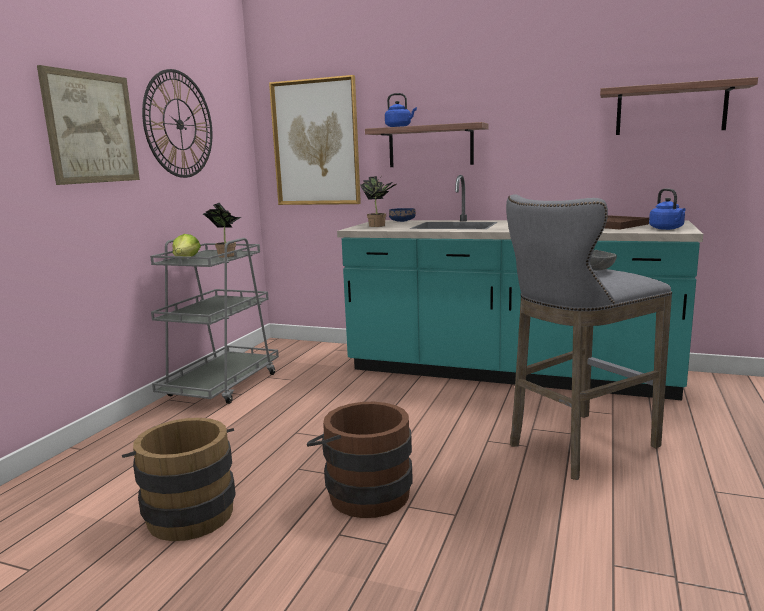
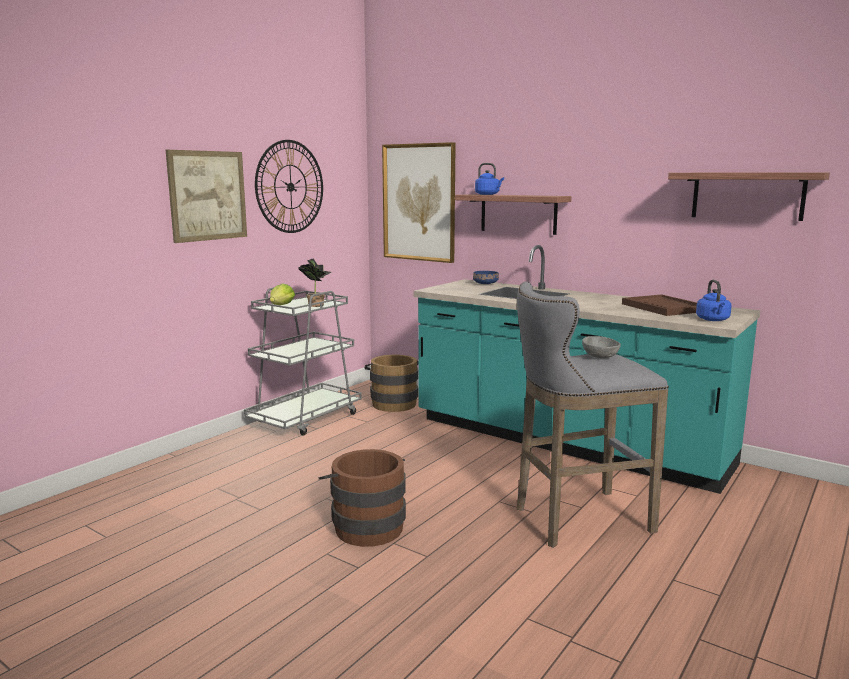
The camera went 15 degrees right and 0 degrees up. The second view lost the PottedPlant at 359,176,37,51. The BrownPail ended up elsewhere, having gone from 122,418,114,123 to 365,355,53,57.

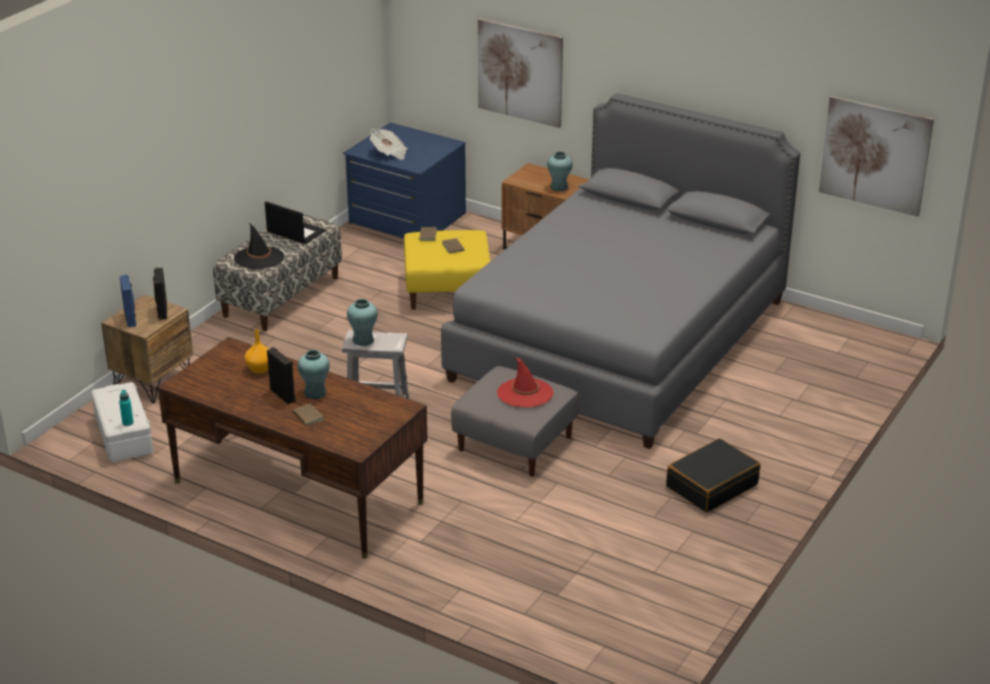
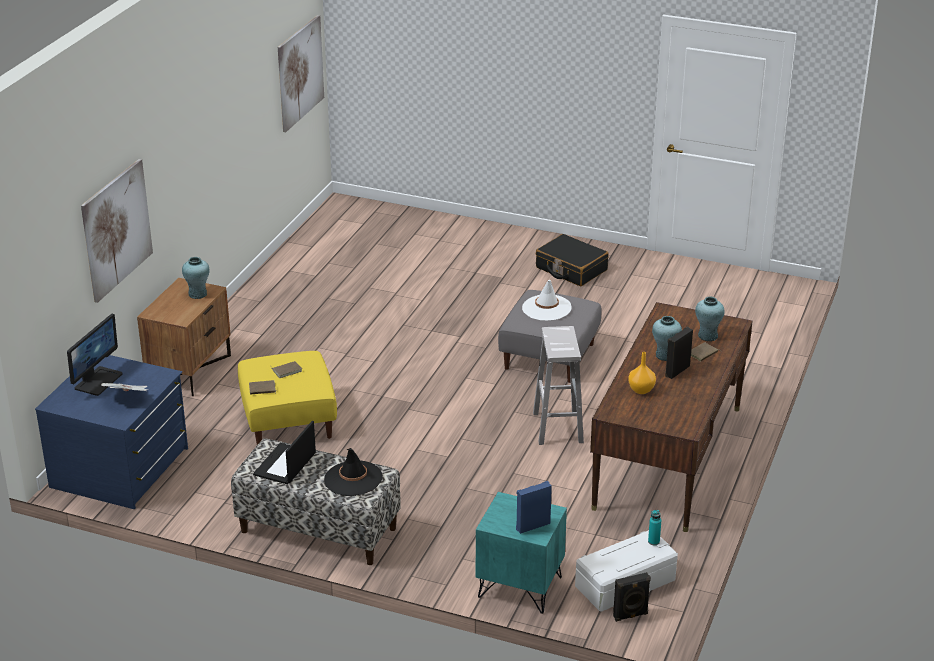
The camera went 100 degrees left and 0 degrees up. The second view lost the GreyishSleepingBed at 441,93,359,356. The BlackColouredSpeaker ended up elsewhere, having gone from 153,268,14,52 to 613,572,38,50. What was the BrownNightstand at 101,294,92,109 turned into the TurquoiseNightstand at 476,492,91,122. The TurquoiseVase ended up elsewhere, having gone from 347,299,31,47 to 695,297,30,44. What was the RedColouredClothingHat at 497,357,57,51 turned into the WhitishClothingHat at 522,280,50,41. The second view gained the ComputerDisplay at 67,314,56,82.

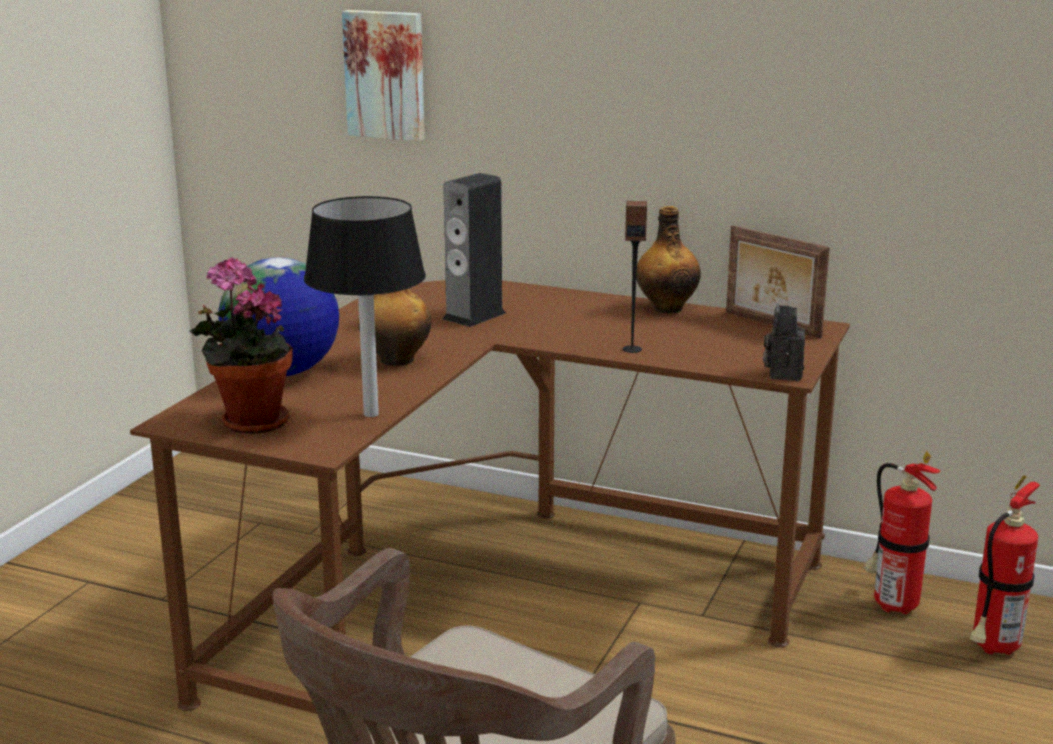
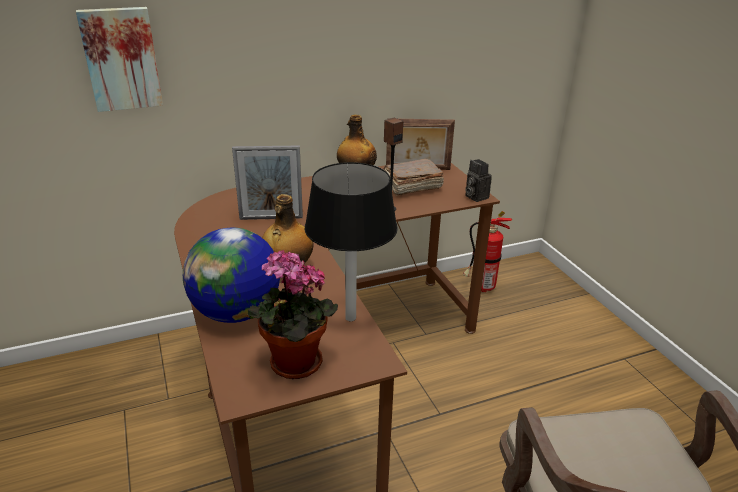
The camera went 45 degrees left and 10 degrees up. Where the Speaker stood at 443,173,63,154, the StandingFrame came to stand at 232,146,71,74. The second view lost the FireExtinguisher at 970,475,70,180. The second view gained the BrownBook at 383,159,61,37.

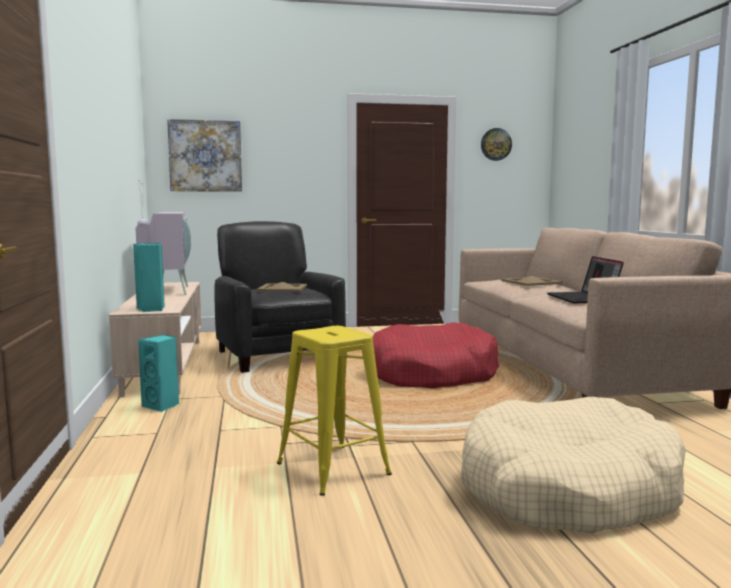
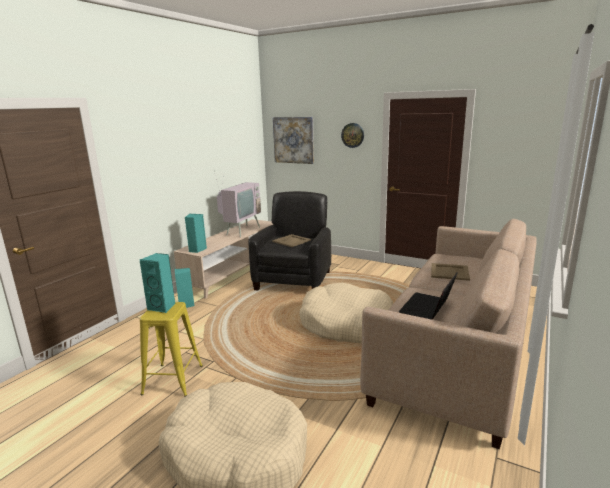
The camera went 40 degrees right and 10 degrees up. The WallClock ended up elsewhere, having gone from 481,128,31,33 to 341,123,23,25. What was the RedColouredPetBed at 373,322,126,66 turned into the BeigeColouredPetBed at 299,283,94,61. The second view gained the TurquoiseSpeaker at 140,253,35,60.

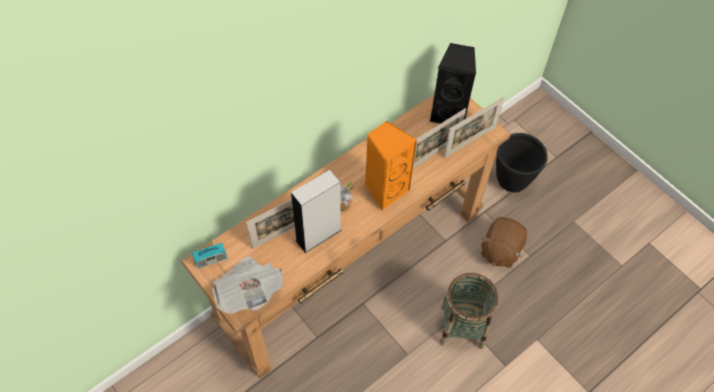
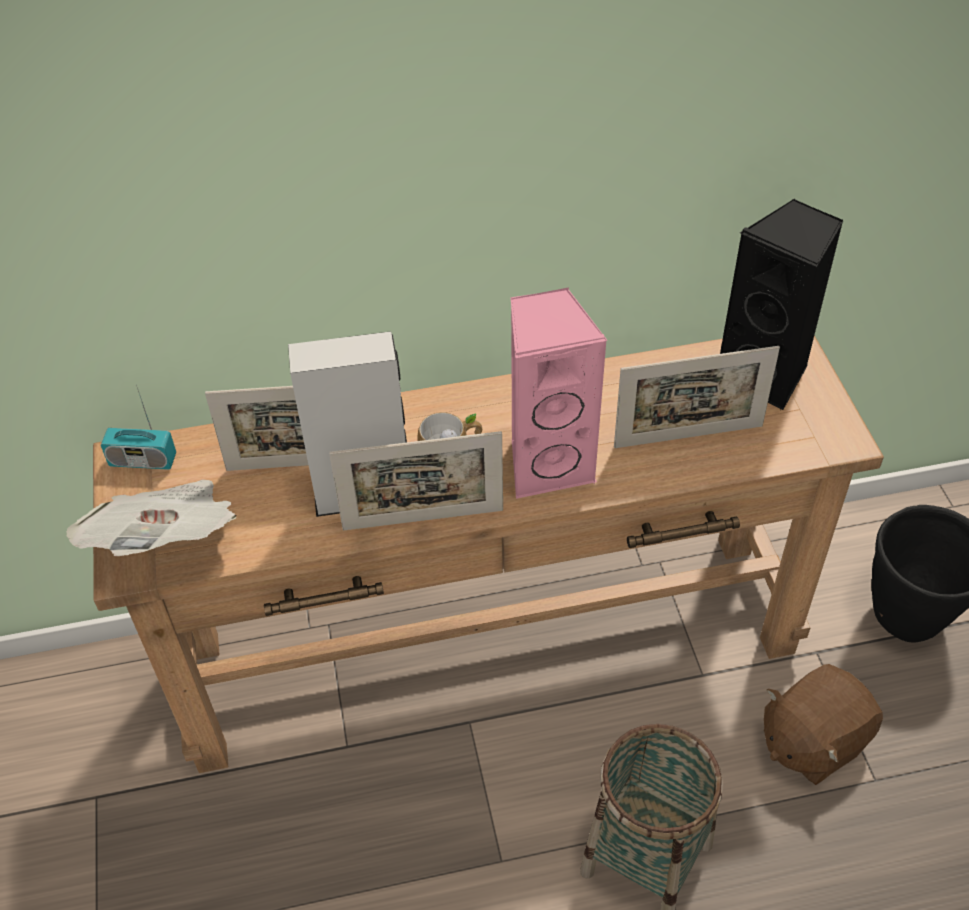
The camera went 30 degrees right and 10 degrees down. The StandingFrame ended up elsewhere, having gone from 444,97,61,61 to 329,431,174,99. What was the OrangeColouredSpeaker at 365,121,52,90 turned into the PinkColouredSpeaker at 510,287,98,212.

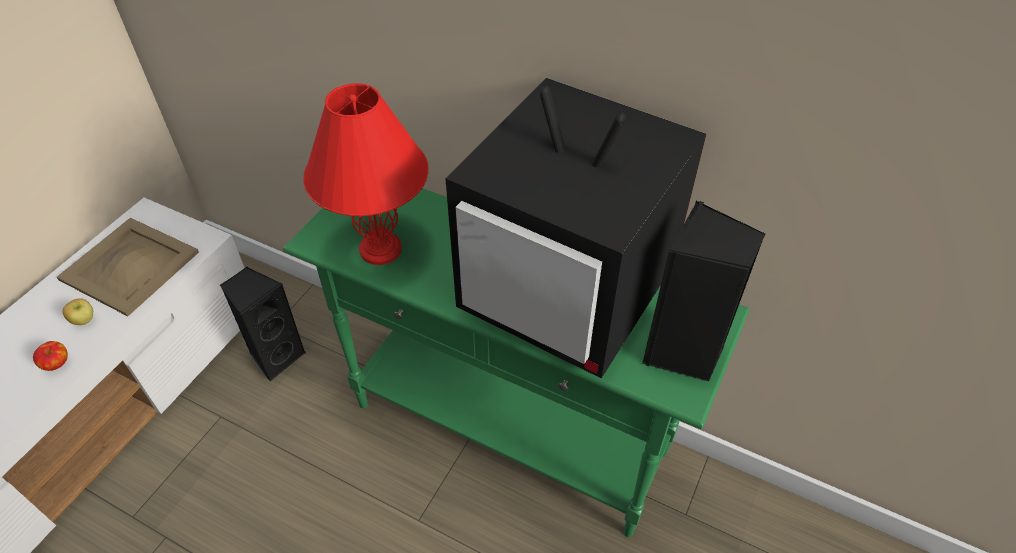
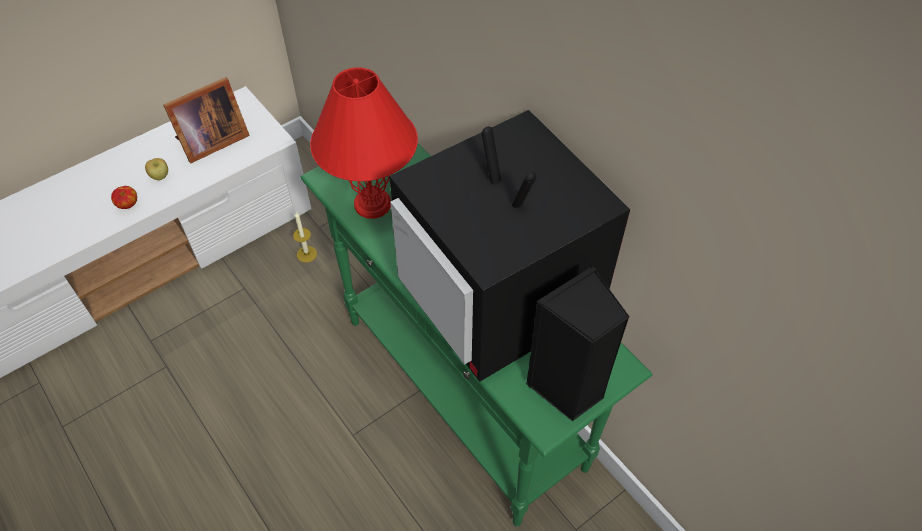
The camera went 25 degrees right and 5 degrees up. Where the BeigeColouredCarryingTray stood at 57,218,142,98, the StandingFrame came to stand at 163,77,87,86. Where the BlackColouredSpeaker stood at 220,267,86,114, the Candle came to stand at 293,212,24,51.

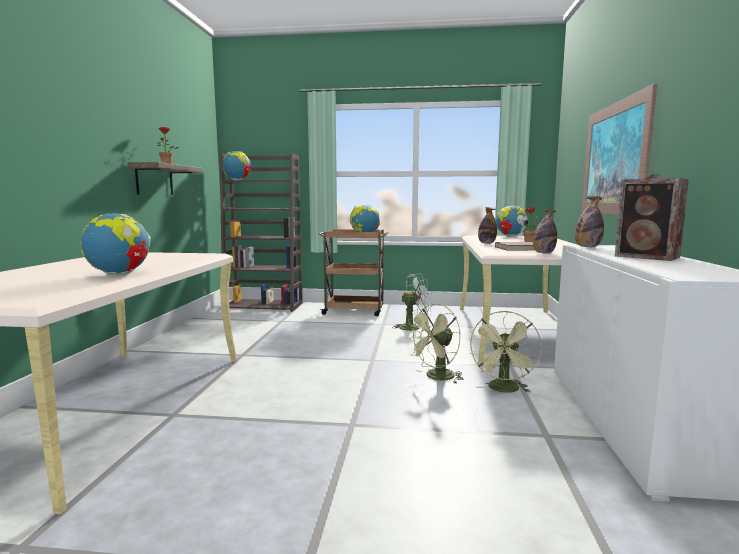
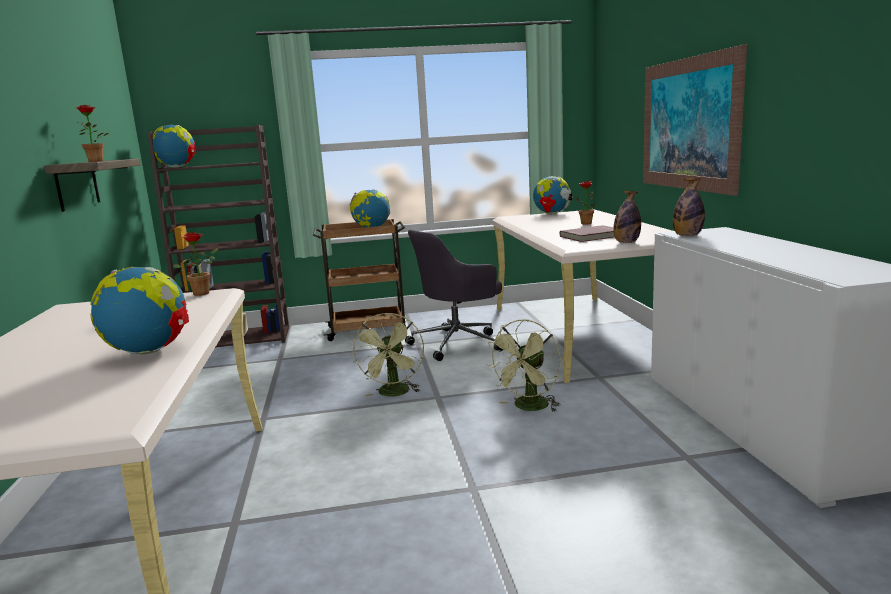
The camera went 15 degrees left and 5 degrees up. The second view lost the Speaker at 615,175,74,86. The second view lost the Bottle at 478,207,19,37. Where the WhitishElectricFan stood at 394,273,38,59, the GreyishDeskChair came to stand at 405,229,98,132. The GreenColouredElectricFan ended up elsewhere, having gone from 470,311,72,82 to 352,313,72,84. The second view gained the PottedPlant at 173,232,45,64.

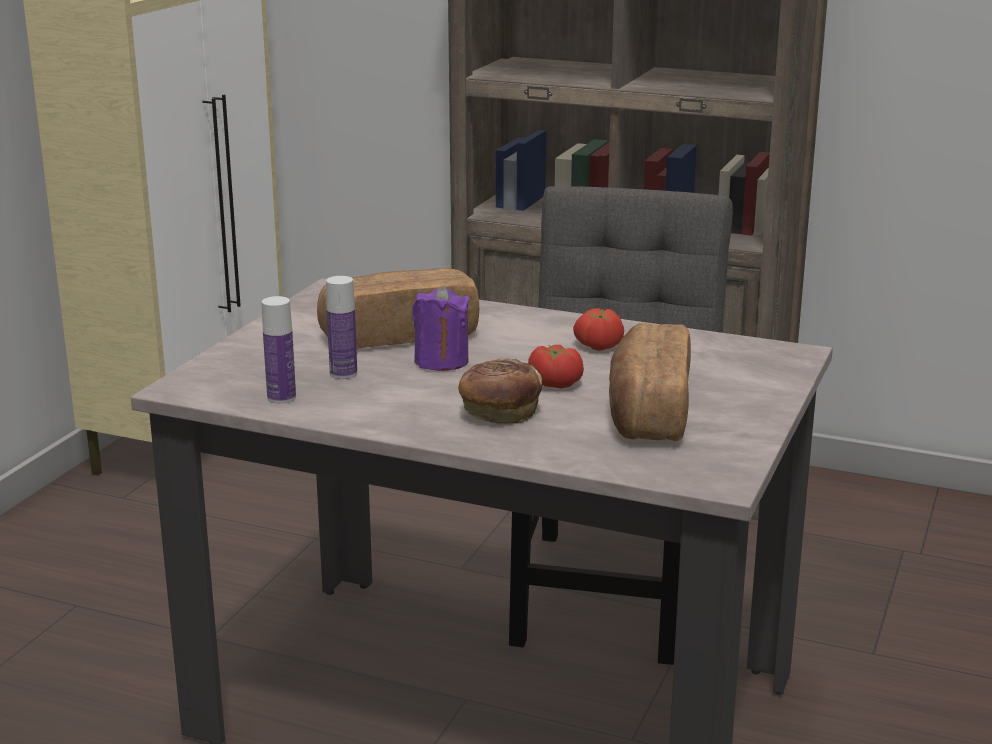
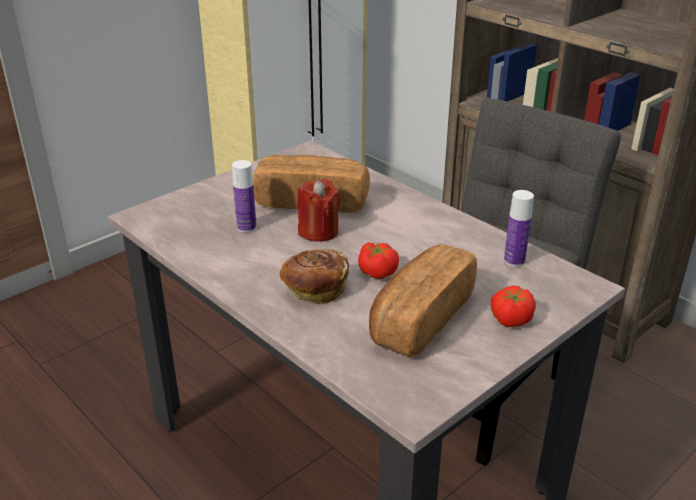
The camera went 25 degrees right and 10 degrees up. What was the PurplishCandle at 412,286,58,85 turned into the RedColouredCandle at 298,179,43,63. The Bottle ended up elsewhere, having gone from 262,296,34,108 to 504,190,30,77. The WholeTomato ended up elsewhere, having gone from 573,308,51,43 to 491,286,45,41.

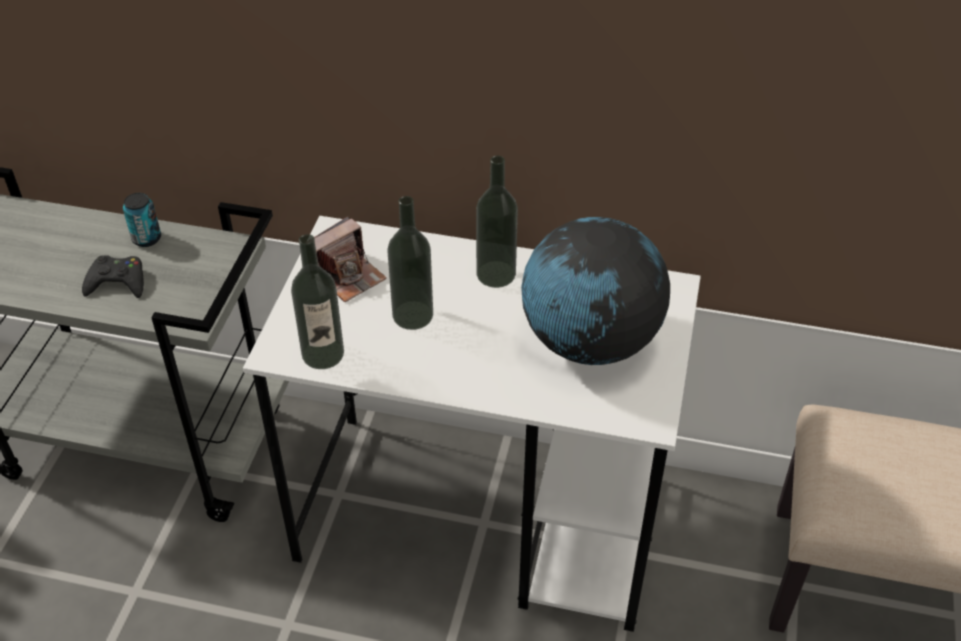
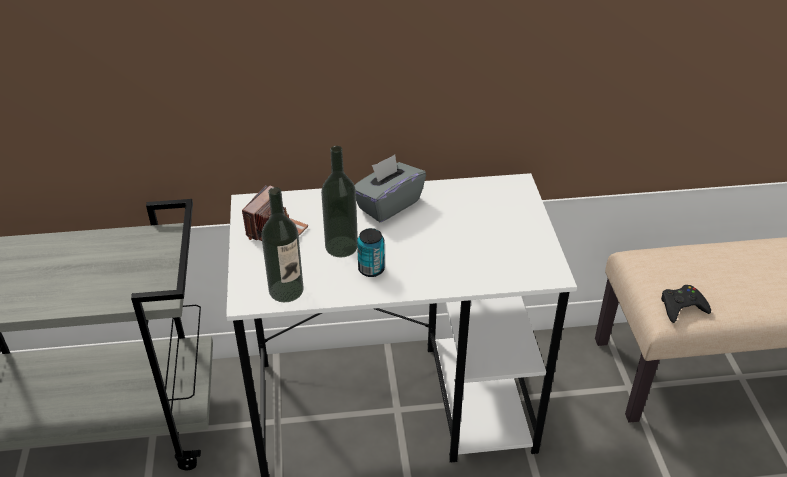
The camera went 20 degrees left and 5 degrees down. Where the Bottle stood at 476,155,42,133, the GreyishTissueBox came to stand at 354,154,72,68. The MetalCan ended up elsewhere, having gone from 123,193,38,54 to 357,228,28,49. The second view lost the DeskGlobe at 521,217,149,148. The BlackColouredGamepad ended up elsewhere, having gone from 82,255,62,43 to 661,285,50,38.

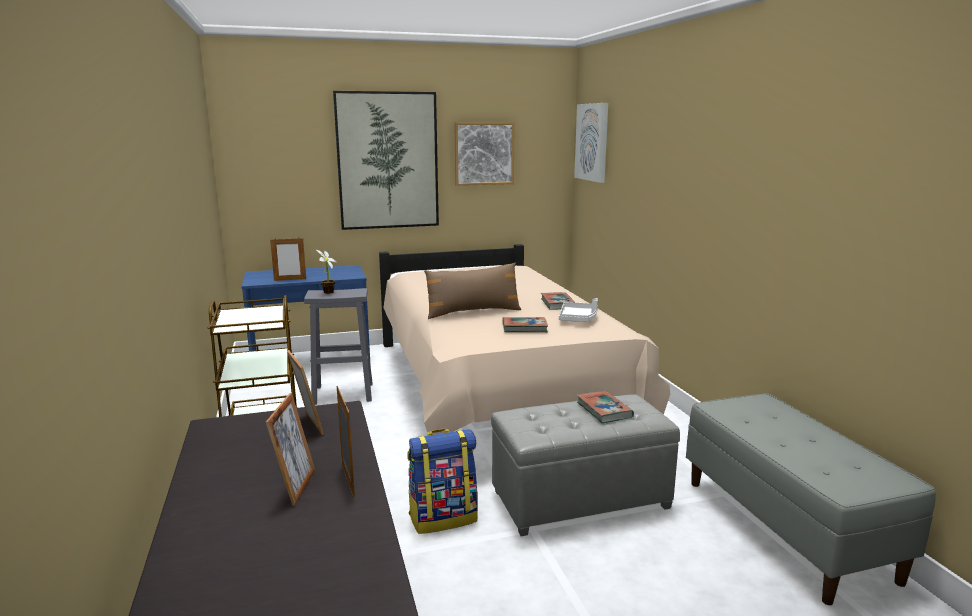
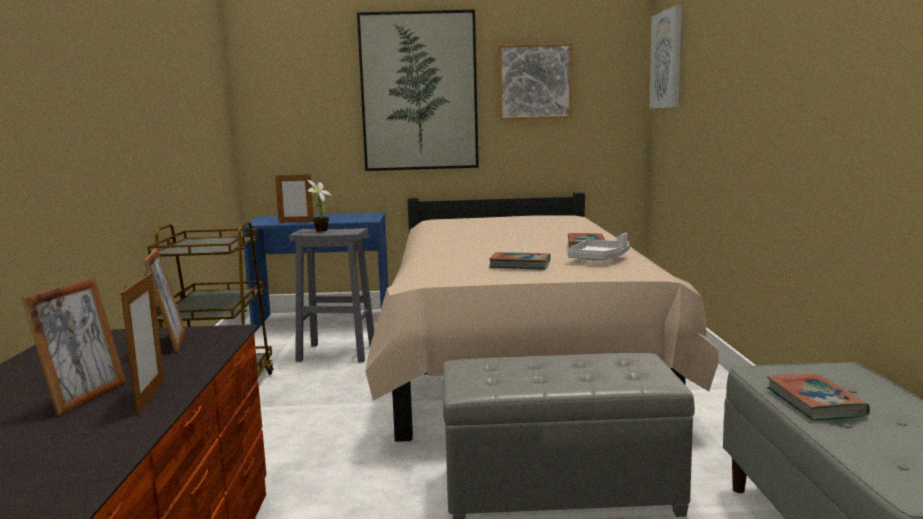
The camera went 15 degrees right and 5 degrees down. The second view lost the BrownThrowPillow at 424,263,98,56. The Book ended up elsewhere, having gone from 577,391,57,32 to 767,374,103,46. The second view lost the Rucksack at 407,429,71,105.

